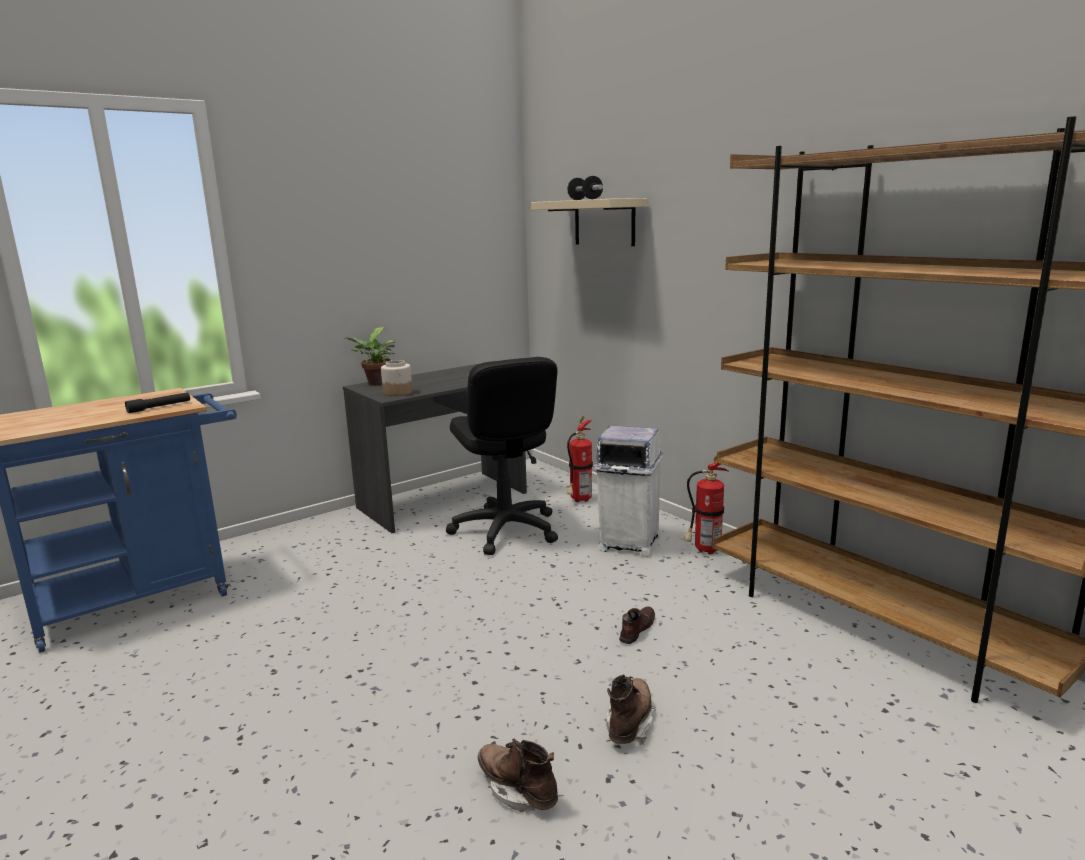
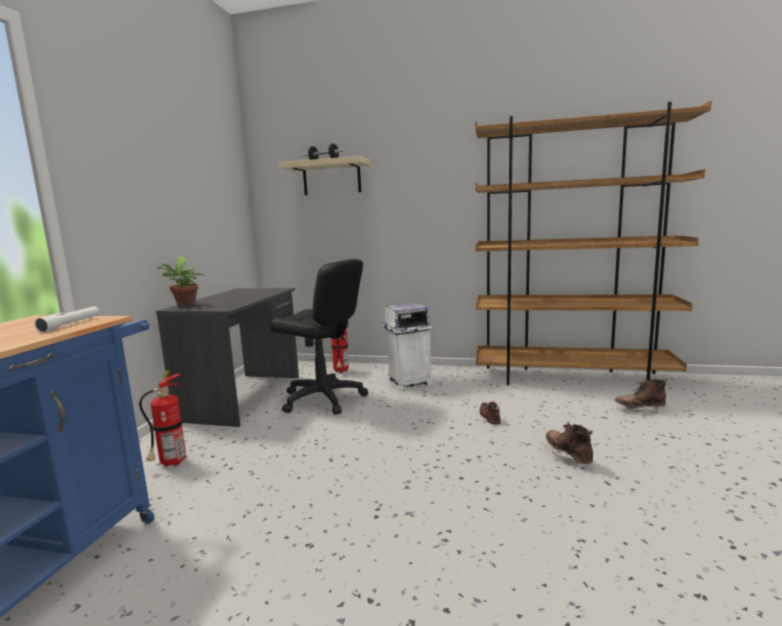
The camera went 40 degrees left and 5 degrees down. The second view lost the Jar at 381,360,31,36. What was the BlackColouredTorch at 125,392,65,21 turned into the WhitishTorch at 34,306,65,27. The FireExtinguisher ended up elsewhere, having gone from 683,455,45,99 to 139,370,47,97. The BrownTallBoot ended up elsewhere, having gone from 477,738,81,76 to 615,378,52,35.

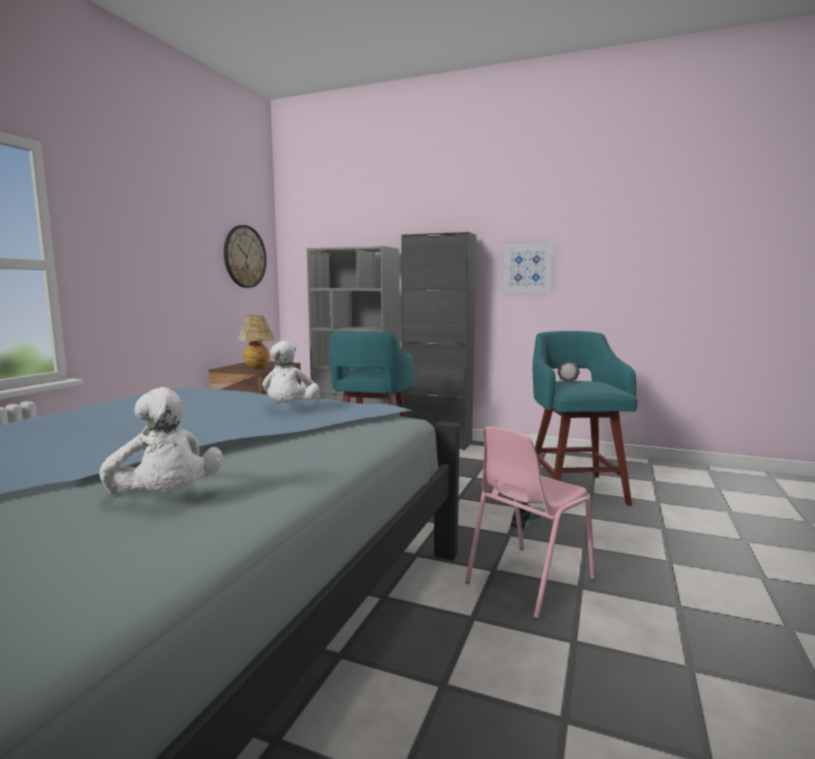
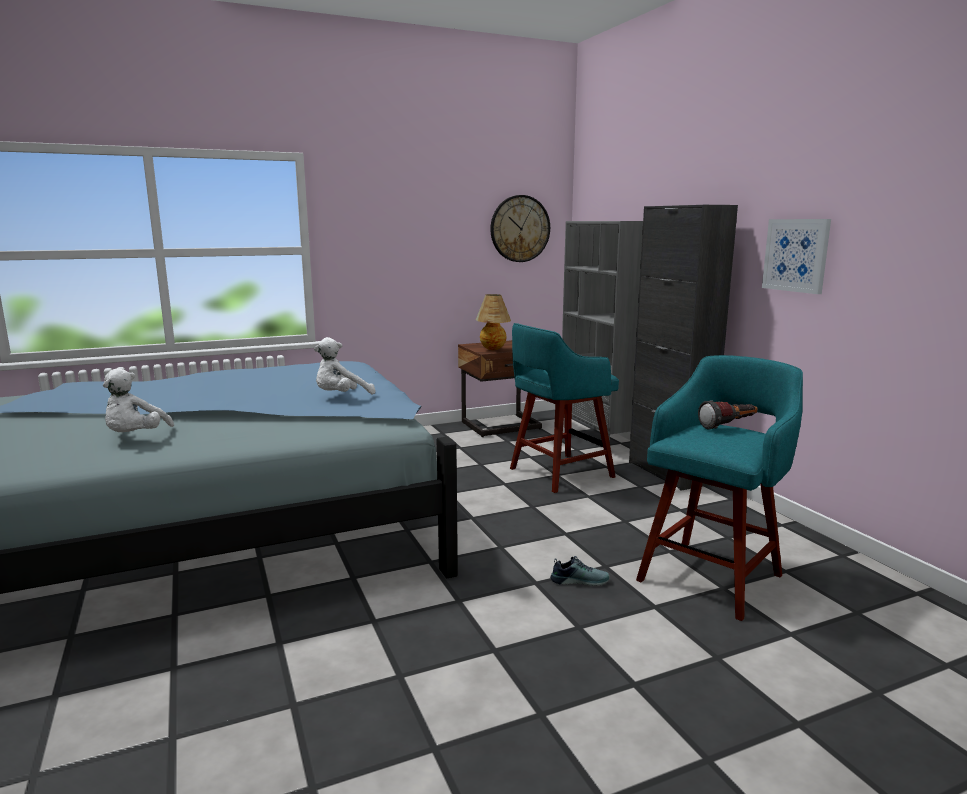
The camera went 45 degrees right and 5 degrees up. The second view lost the PinkColouredPlainChair at 465,426,131,194.

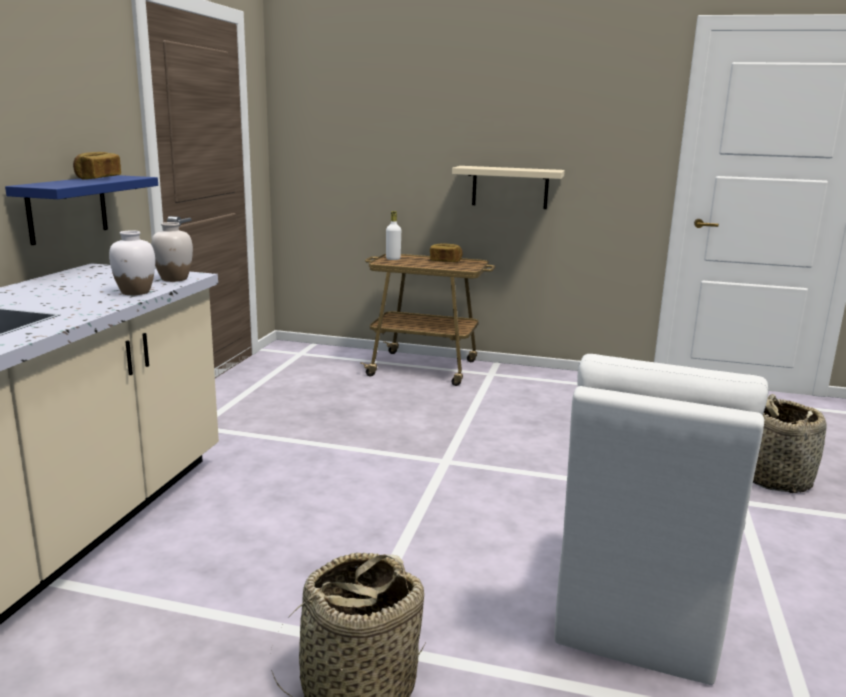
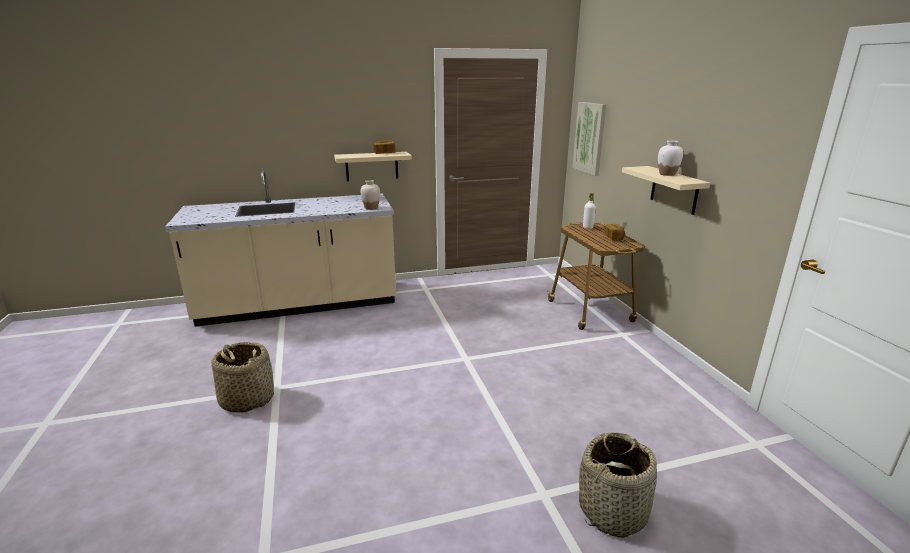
The camera went 60 degrees right and 5 degrees up. What was the BluishWallShelf at 5,175,153,70 turned into the BeigeColouredWallShelf at 334,152,78,29. The WhitishVase ended up elsewhere, having gone from 109,230,46,65 to 658,140,25,36. The second view lost the WhitishPlainChair at 554,354,215,331. The second view gained the WallArt at 572,102,34,74.

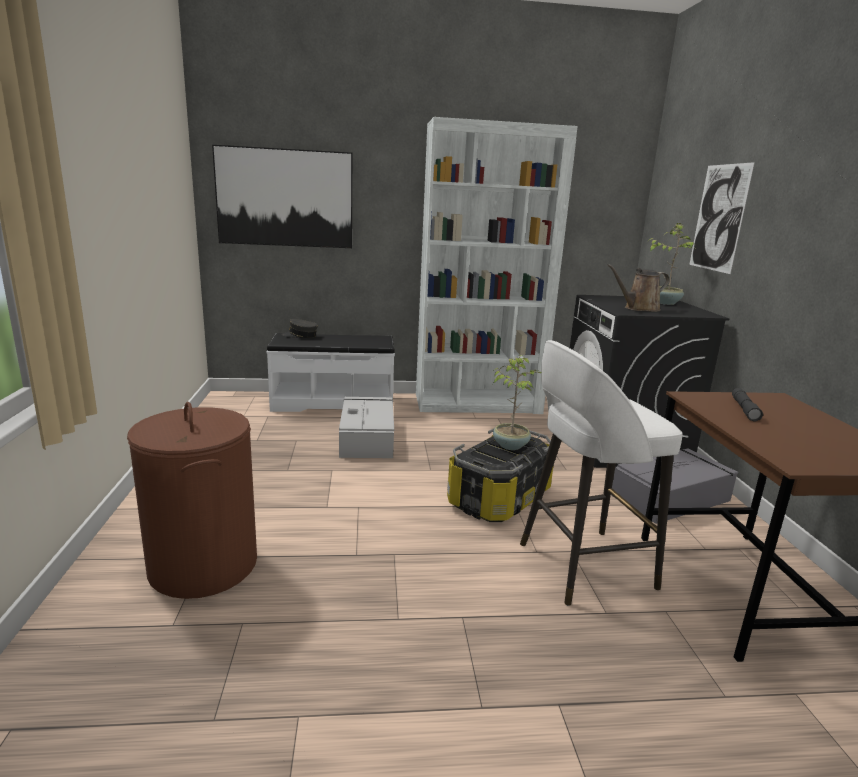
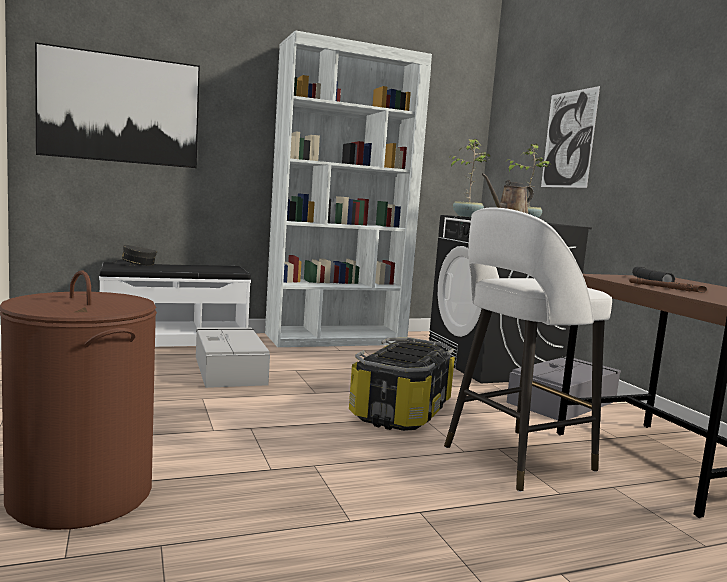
The camera went 15 degrees left and 10 degrees down. The PottedPlant ended up elsewhere, having gone from 493,355,48,95 to 451,138,40,79. The second view gained the BrownTorch at 629,277,78,16.

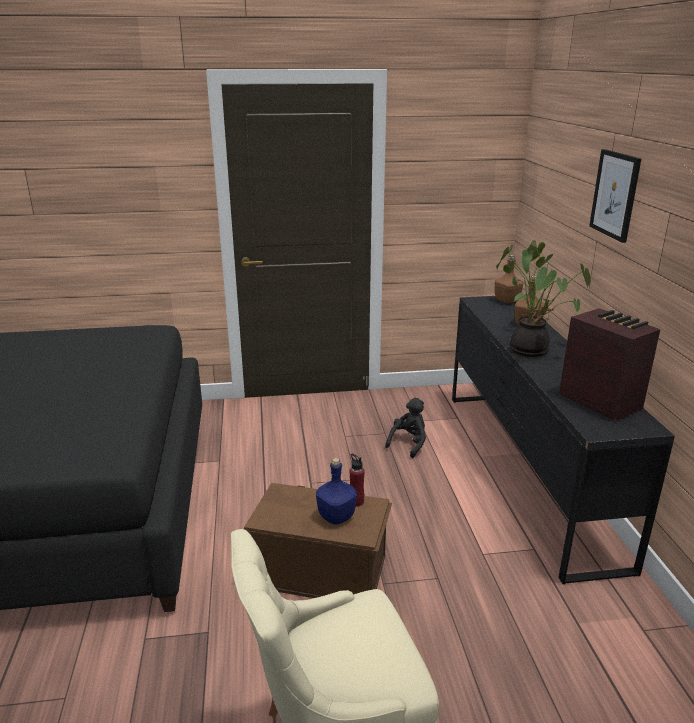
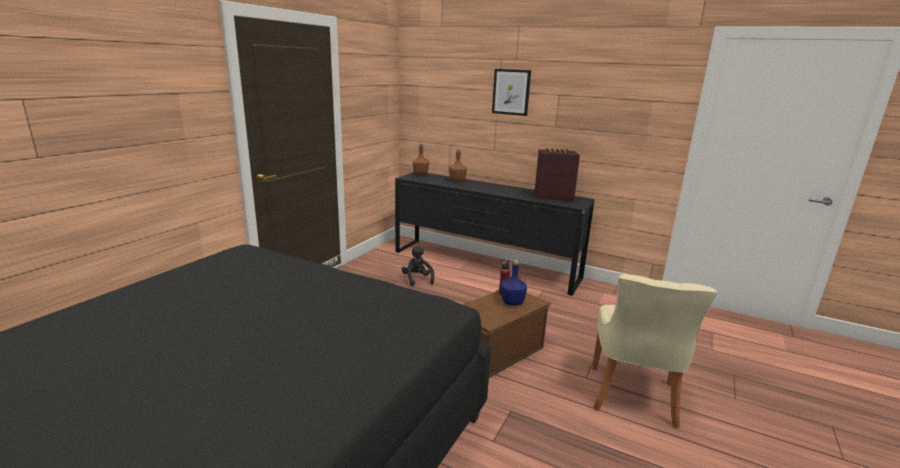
The camera went 55 degrees left and 5 degrees down. The second view lost the PottedPlant at 496,240,95,117.

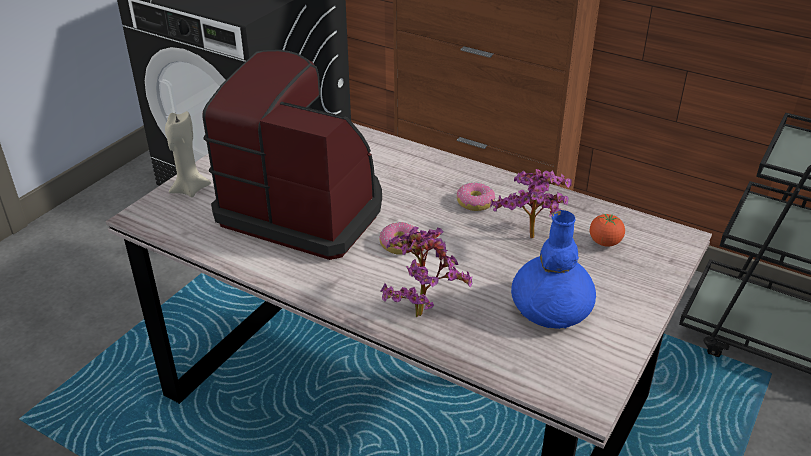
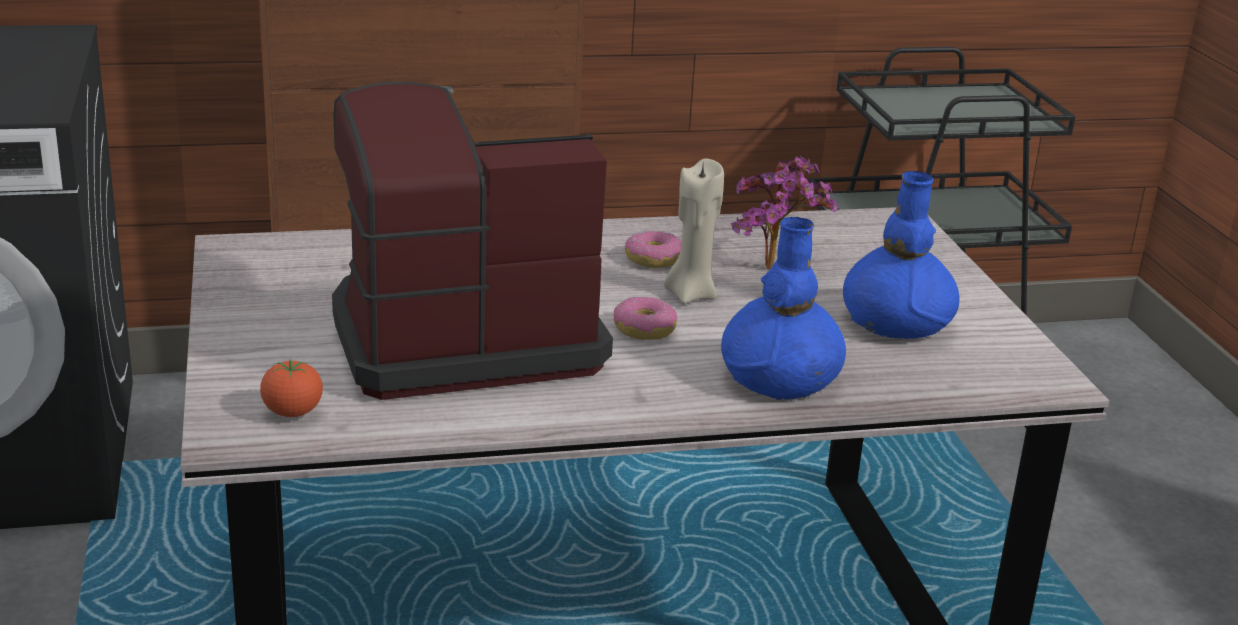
The camera went 45 degrees left and 10 degrees down. The BeigeColouredCandle ended up elsewhere, having gone from 165,111,46,86 to 664,159,60,145. The WholeTomato ended up elsewhere, having gone from 590,214,35,33 to 260,359,63,58. Where the PottedPlant stood at 380,227,93,90, the BluishVase came to stand at 721,217,125,184.

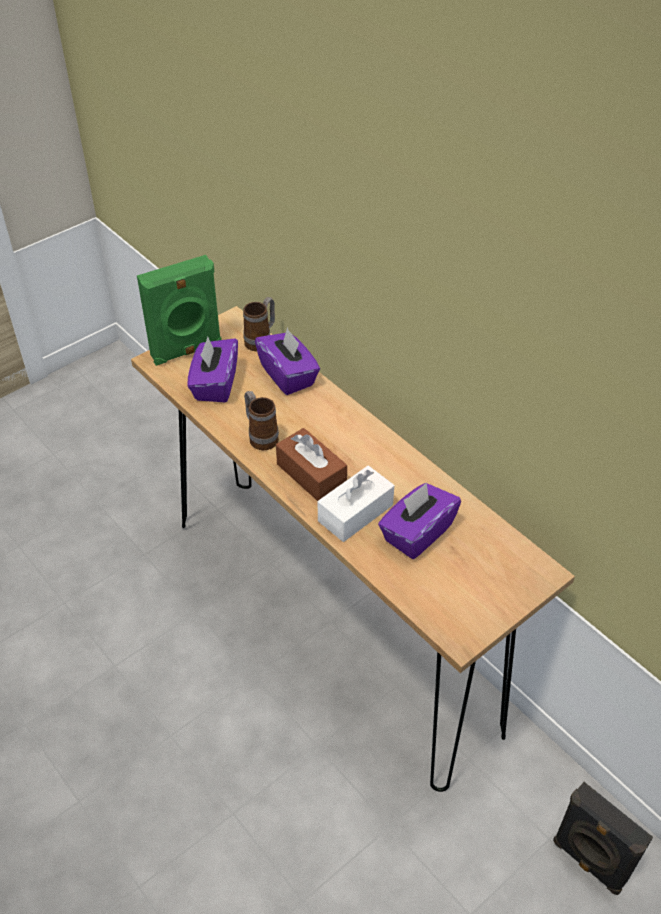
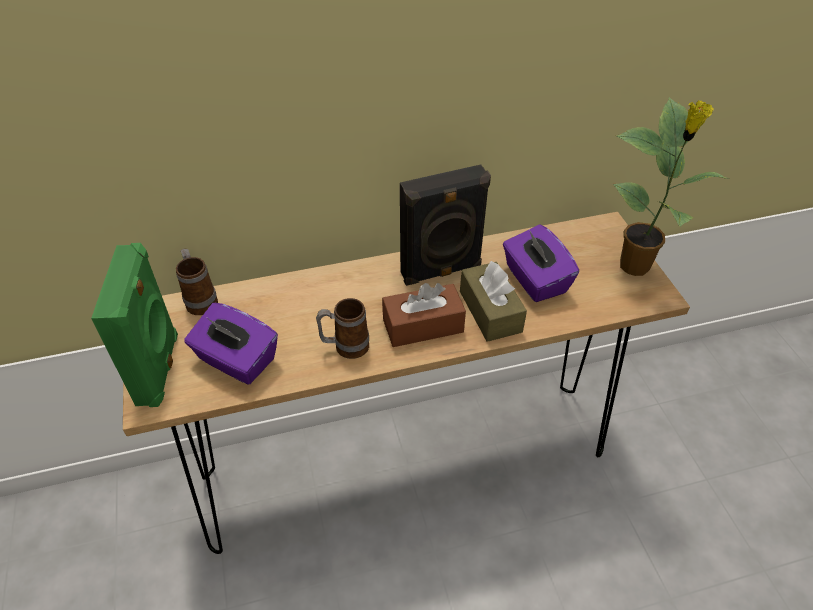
The camera went 65 degrees left and 0 degrees up. The second view lost the PurplishTissueBox at 255,327,65,68. What was the WhitishTissueBox at 318,466,76,76 turned into the BrownTissueBox at 460,261,67,81. The BlackColouredSpeaker ended up elsewhere, having gone from 553,782,100,113 to 400,164,91,122. The second view gained the PottedPlant at 613,97,116,179.

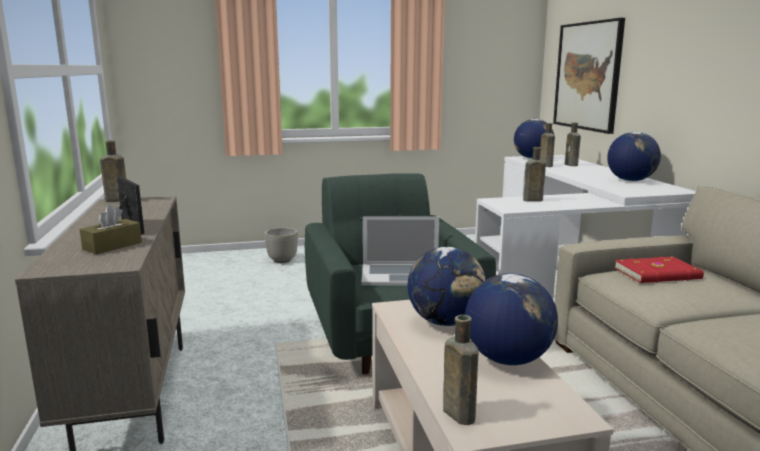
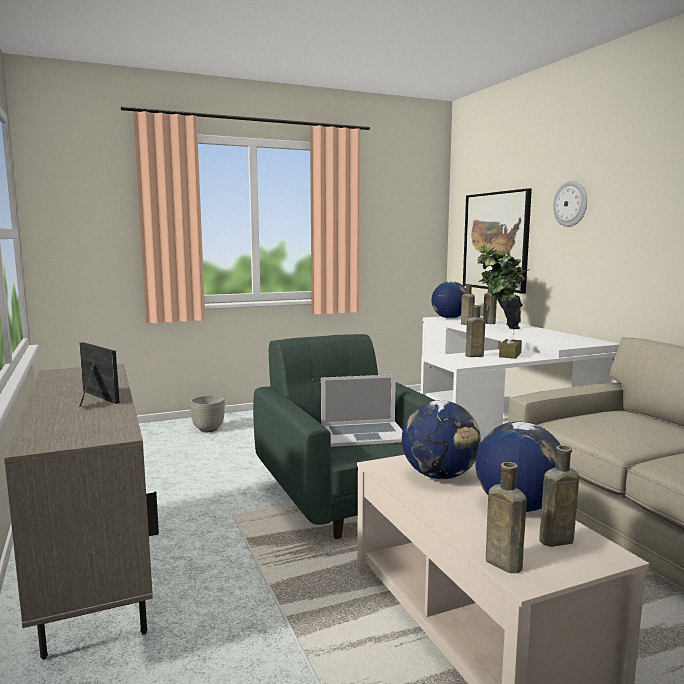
The camera went 10 degrees left and 5 degrees down. The second view lost the DeskGlobe at 607,132,54,49. The BrownBottle ended up elsewhere, having gone from 100,140,26,62 to 539,445,40,102. The BrownTissueBox ended up elsewhere, having gone from 79,206,63,48 to 499,330,23,29. The second view lost the RedColouredBook at 614,257,90,26. The second view gained the WallClock at 553,181,34,46. The second view gained the PottedPlant at 477,244,53,85.

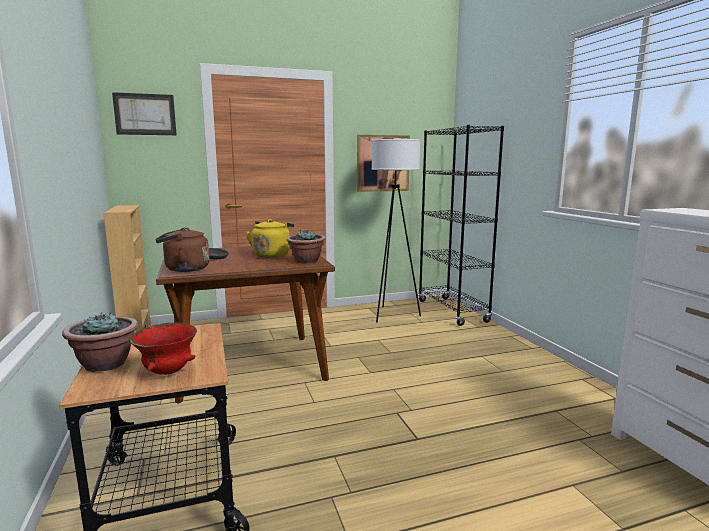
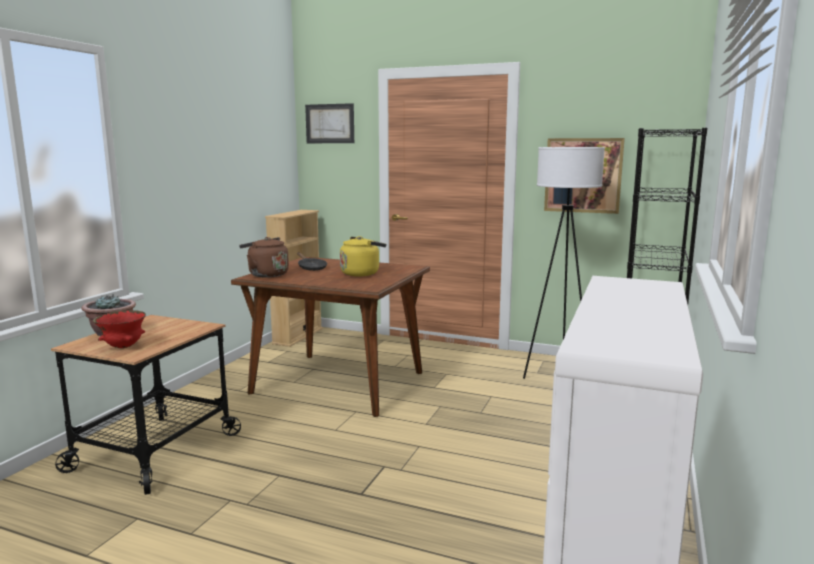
The camera went 40 degrees right and 0 degrees up. The second view lost the PottedPlant at 286,230,40,33.

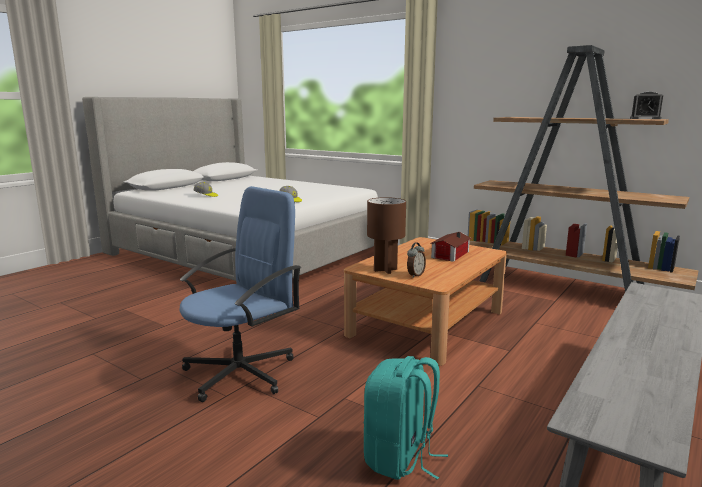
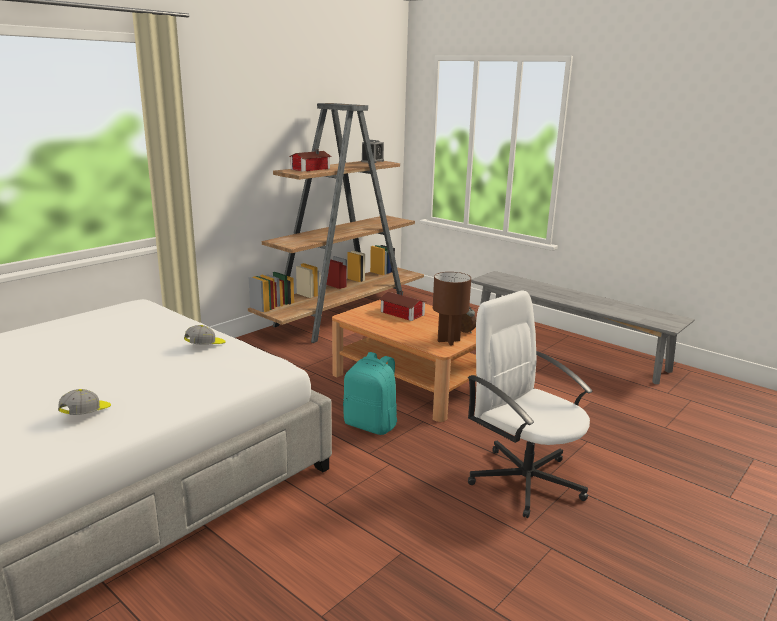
The camera went 85 degrees left and 5 degrees up. What was the BluishDeskChair at 179,186,122,216 turned into the WhitishDeskChair at 468,290,124,228. The TurquoiseRucksack ended up elsewhere, having gone from 364,356,84,124 to 343,352,54,83. The second view gained the ModelHouse at 289,149,43,23.

